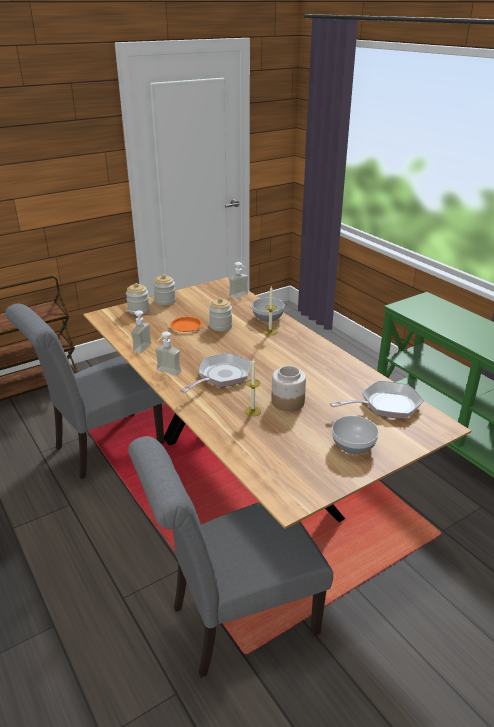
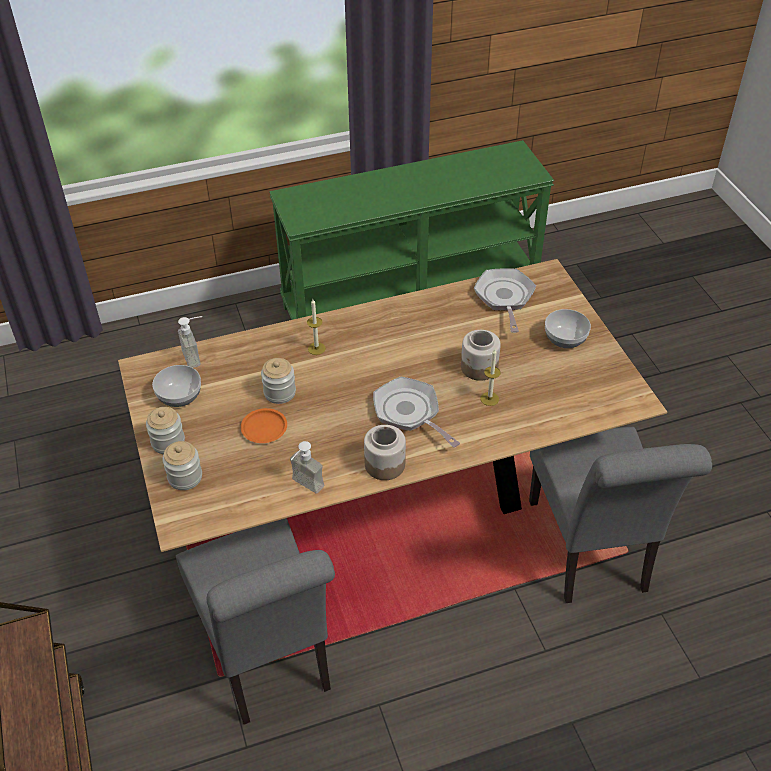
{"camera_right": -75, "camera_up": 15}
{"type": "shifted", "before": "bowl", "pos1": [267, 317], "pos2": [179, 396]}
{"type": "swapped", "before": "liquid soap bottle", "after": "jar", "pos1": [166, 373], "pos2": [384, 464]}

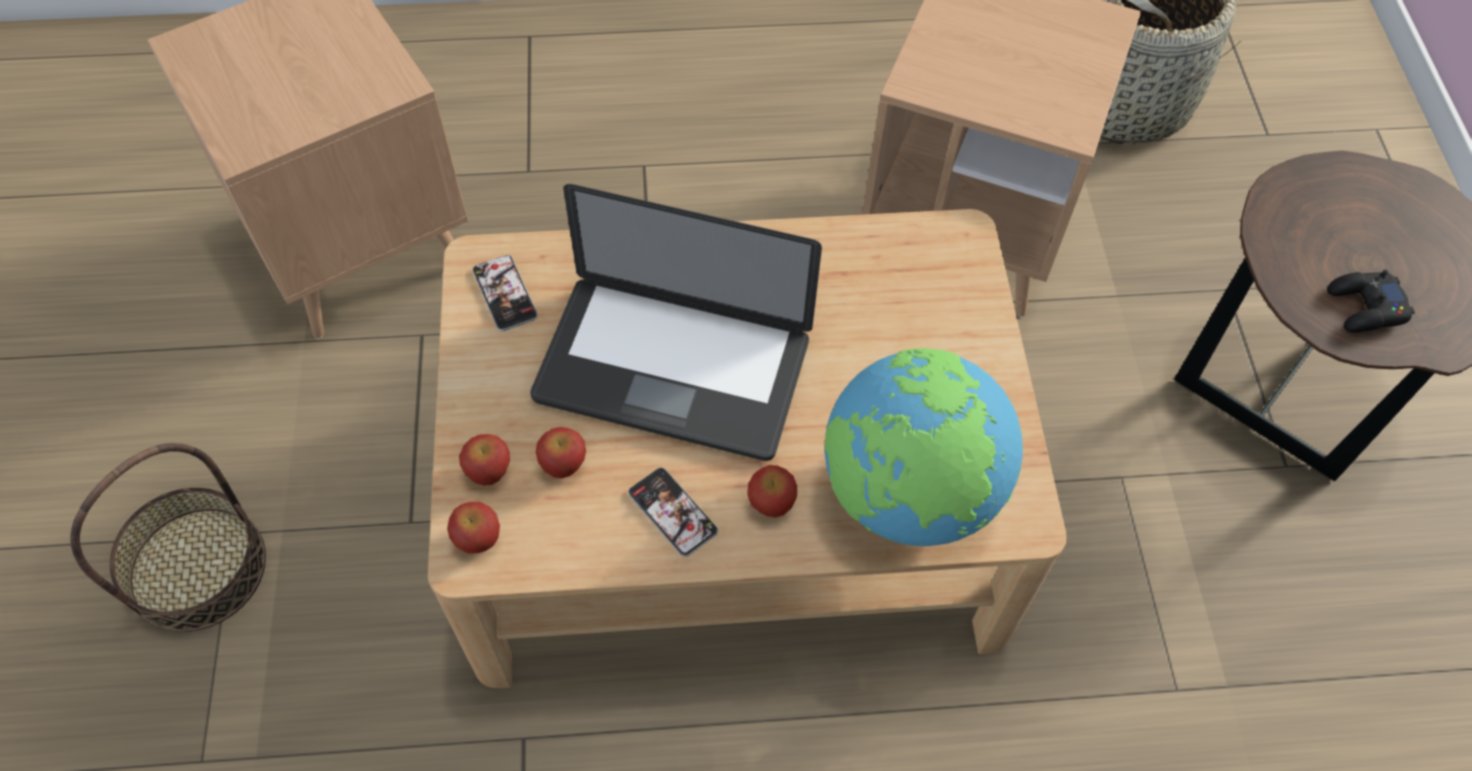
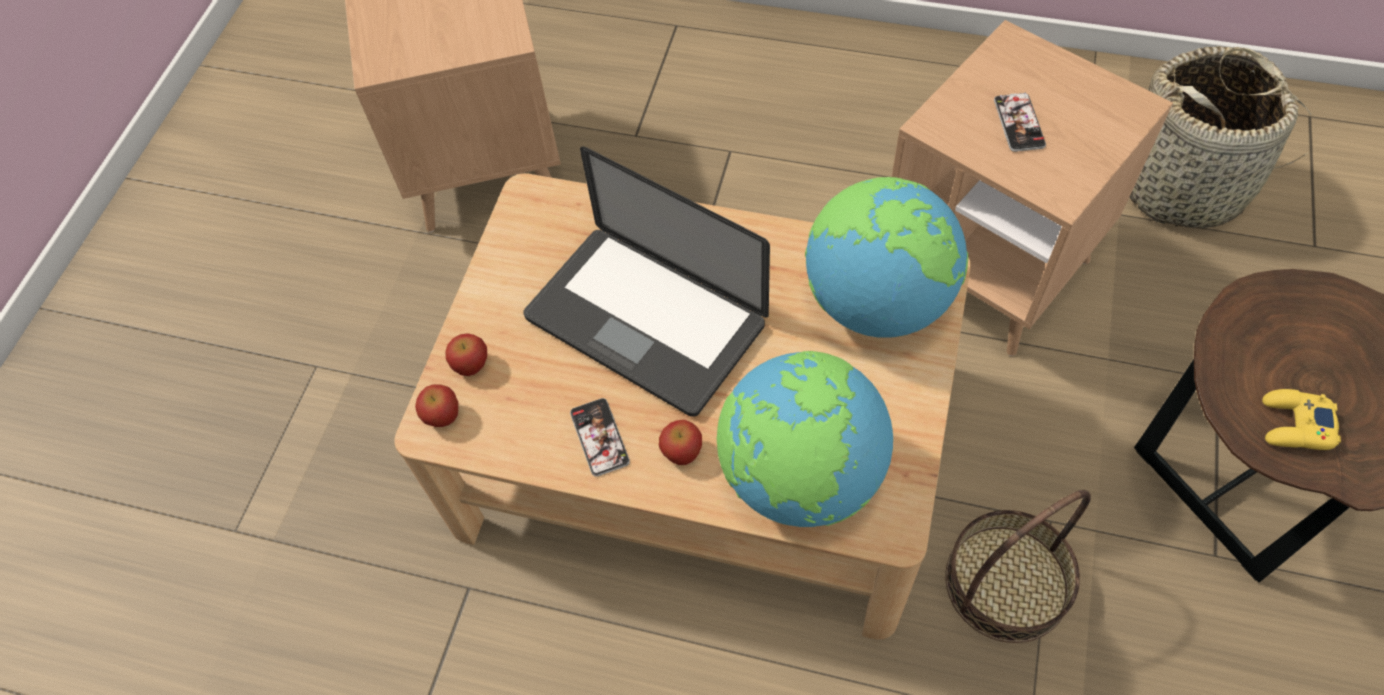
{"camera_right": 25, "camera_up": 0}
{"type": "gone", "before": "apple fruit", "pos1": [563, 464]}
{"type": "new", "after": "desk globe", "pos2": [877, 301]}
{"type": "shifted", "before": "basket", "pos1": [197, 568], "pos2": [1006, 582]}
{"type": "shifted", "before": "telephone", "pos1": [505, 293], "pos2": [1019, 123]}
{"type": "repainted", "before": "black joypad", "after": "yellowish joypad", "pos1": [1365, 308], "pos2": [1295, 425]}

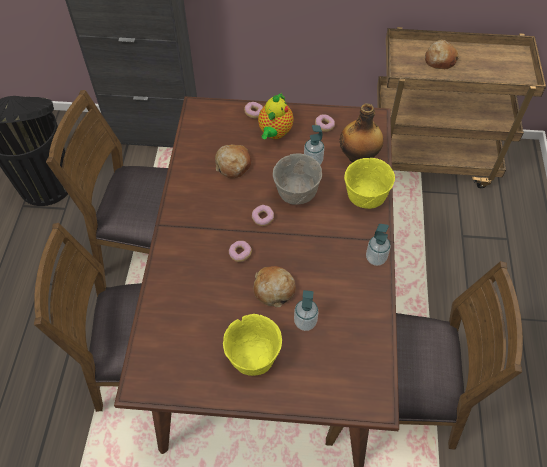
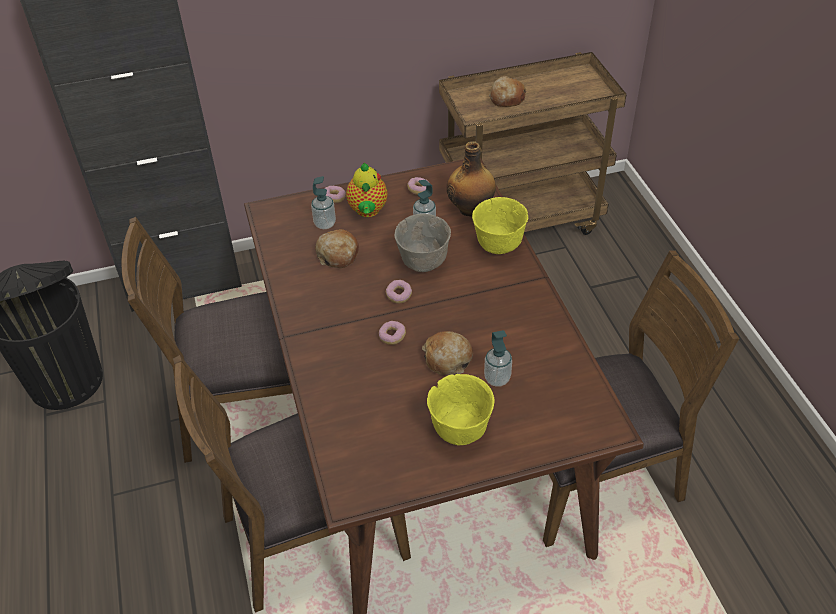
{"camera_right": -20, "camera_up": -10}
{"type": "shifted", "before": "liquid soap bottle", "pos1": [376, 258], "pos2": [325, 224]}

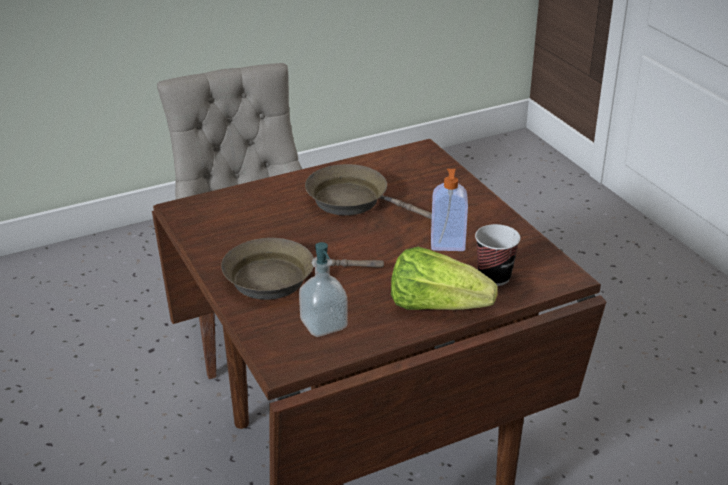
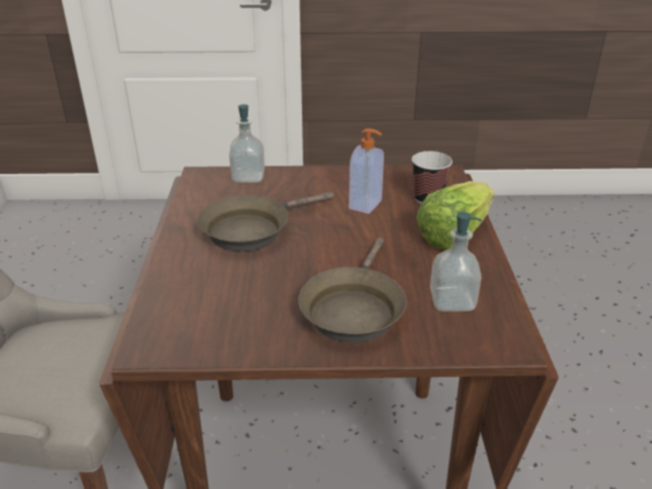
{"camera_right": -65, "camera_up": 0}
{"type": "new", "after": "liquid soap bottle", "pos2": [248, 177]}

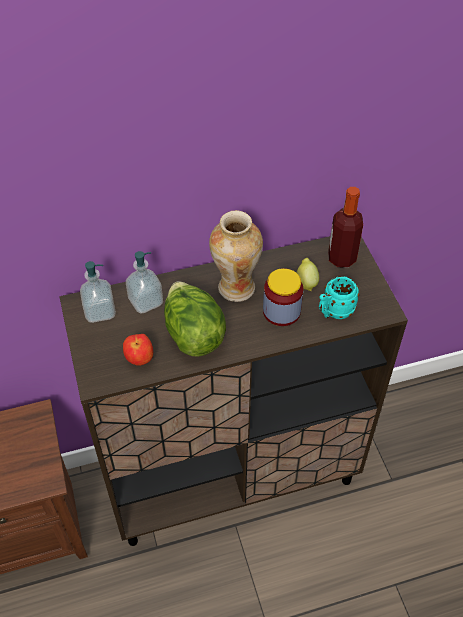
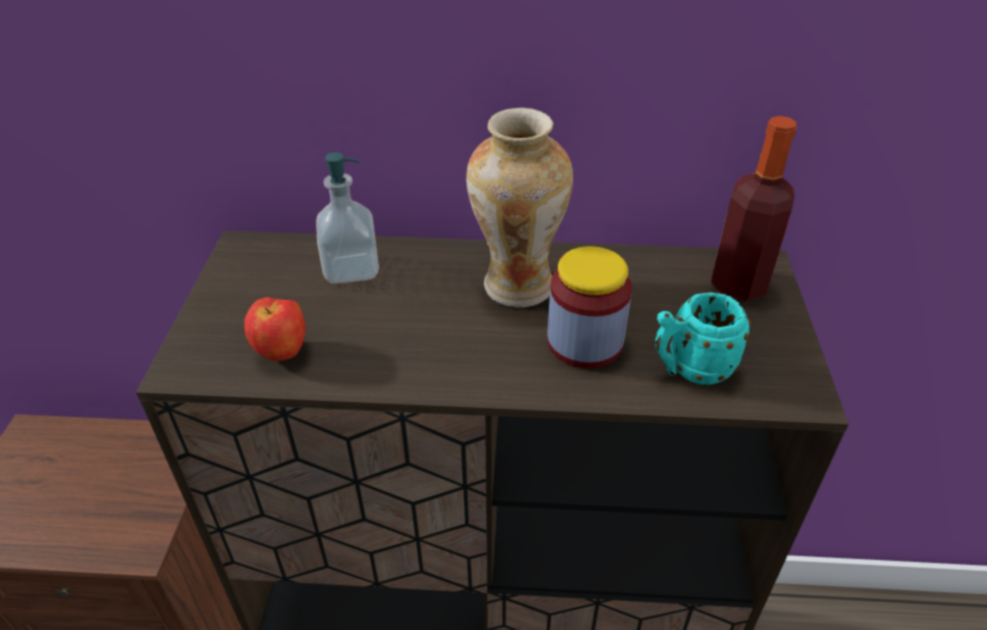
{"camera_right": 20, "camera_up": -10}
{"type": "gone", "before": "liquid soap bottle", "pos1": [100, 311]}
{"type": "gone", "before": "head of lettuce", "pos1": [193, 334]}
{"type": "gone", "before": "lemon", "pos1": [306, 283]}

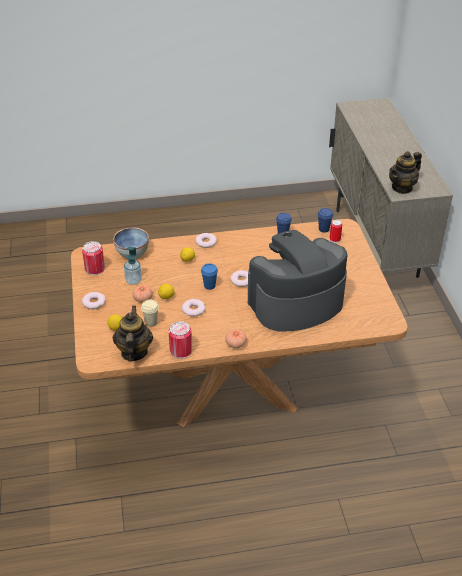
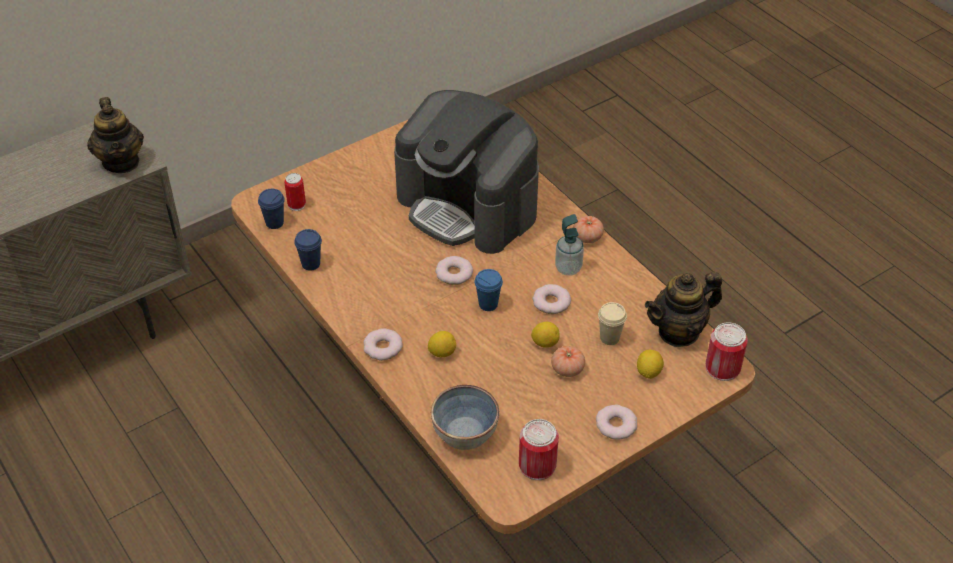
{"camera_right": -115, "camera_up": 5}
{"type": "shifted", "before": "liquid soap bottle", "pos1": [133, 281], "pos2": [568, 268]}
{"type": "shifted", "before": "sealed can", "pos1": [181, 351], "pos2": [722, 367]}
{"type": "rotated", "before": "pot for tea", "pos1": [402, 188], "pos2": [121, 162], "turn": 45}

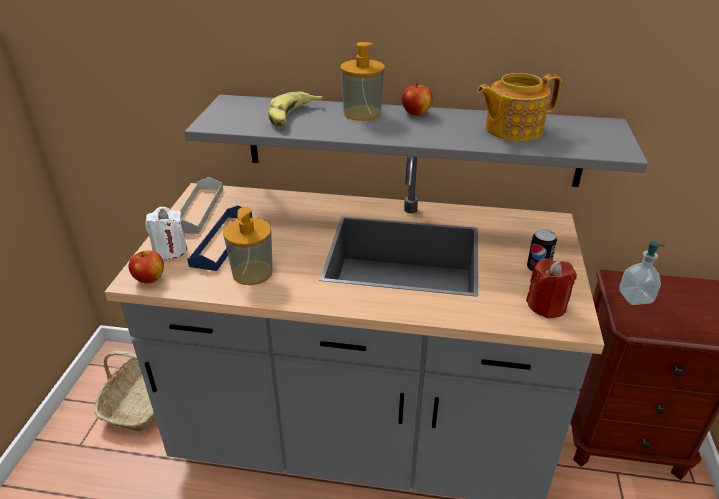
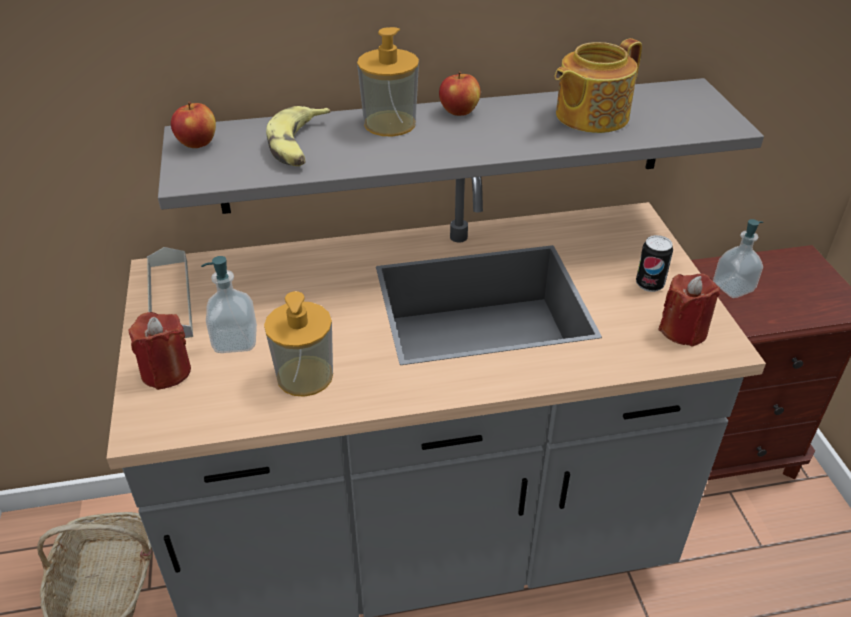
{"camera_right": -20, "camera_up": 5}
{"type": "shifted", "before": "apple fruit", "pos1": [150, 279], "pos2": [197, 143]}
{"type": "swapped", "before": "blue tray", "after": "liquid soap bottle", "pos1": [222, 242], "pos2": [235, 341]}
{"type": "repainted", "before": "whitish wax candle", "after": "red wax candle", "pos1": [170, 250], "pos2": [166, 371]}

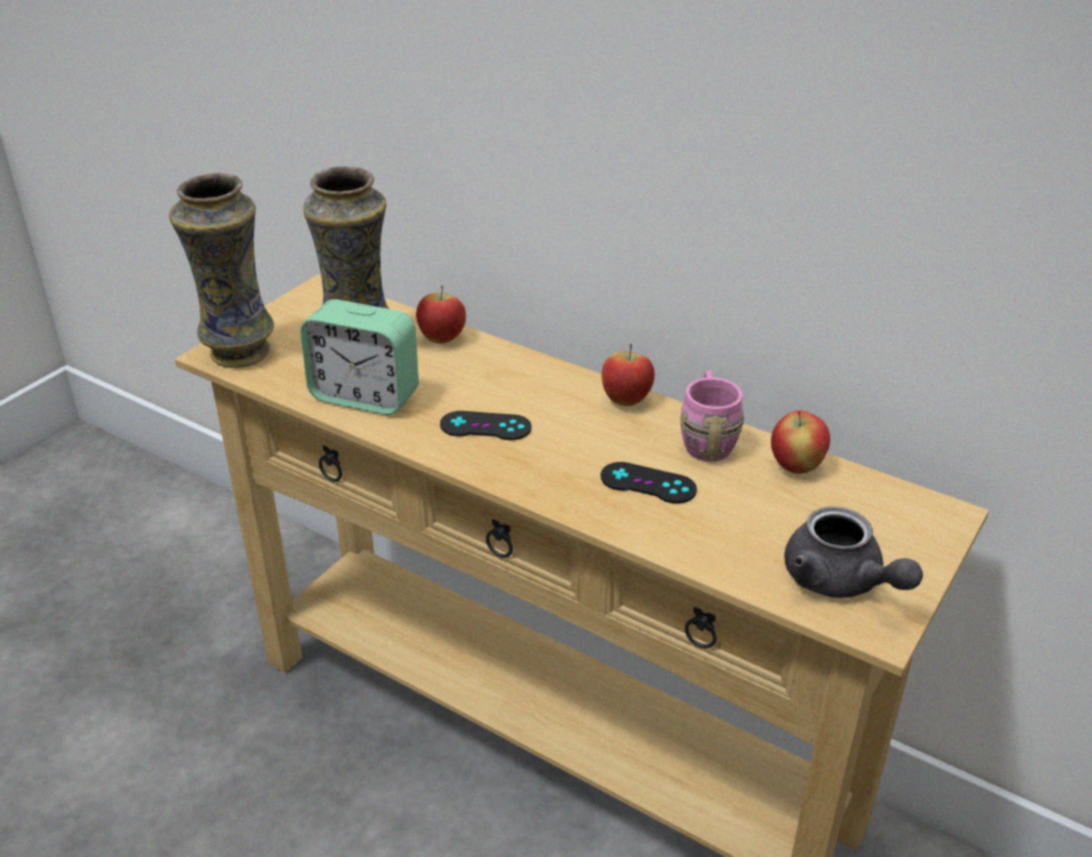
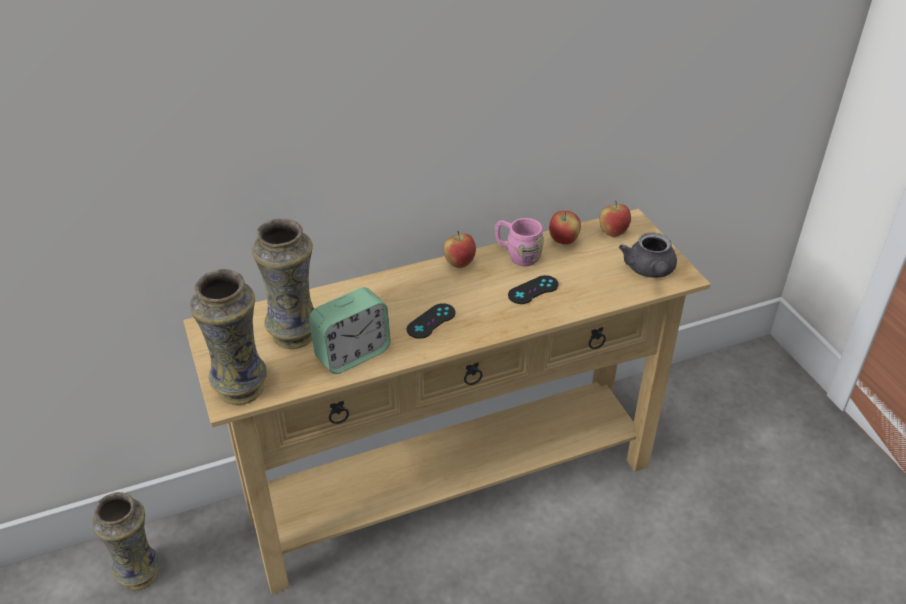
{"camera_right": -55, "camera_up": 5}
{"type": "new", "after": "flower vase", "pos2": [140, 575]}
{"type": "shifted", "before": "apple fruit", "pos1": [442, 339], "pos2": [613, 233]}
{"type": "rotated", "before": "grey pot for tea", "pos1": [840, 582], "pos2": [650, 271], "turn": 90}

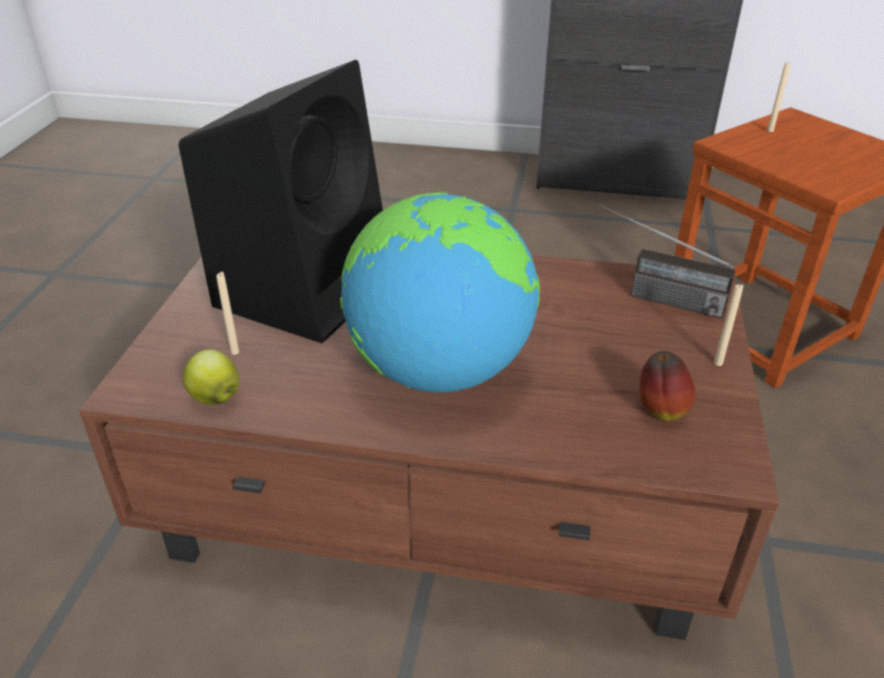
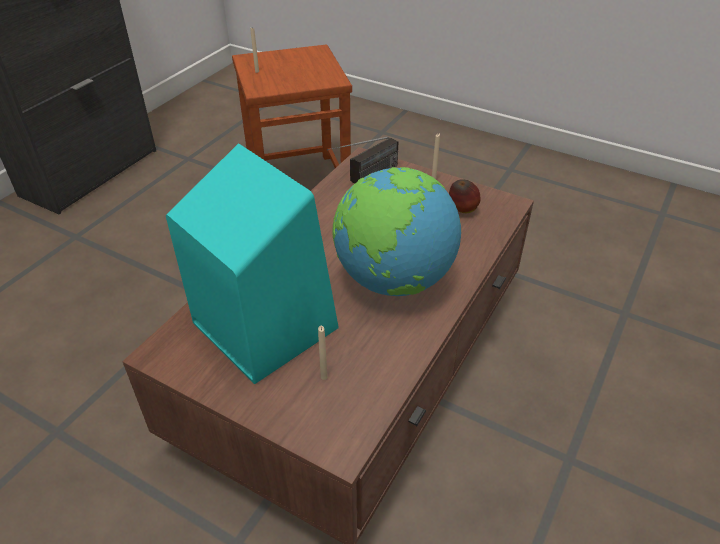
{"camera_right": -70, "camera_up": 5}
{"type": "gone", "before": "apple fruit", "pos1": [215, 397]}
{"type": "repainted", "before": "black audio speaker", "after": "blue-green audio speaker", "pos1": [306, 288], "pos2": [262, 324]}

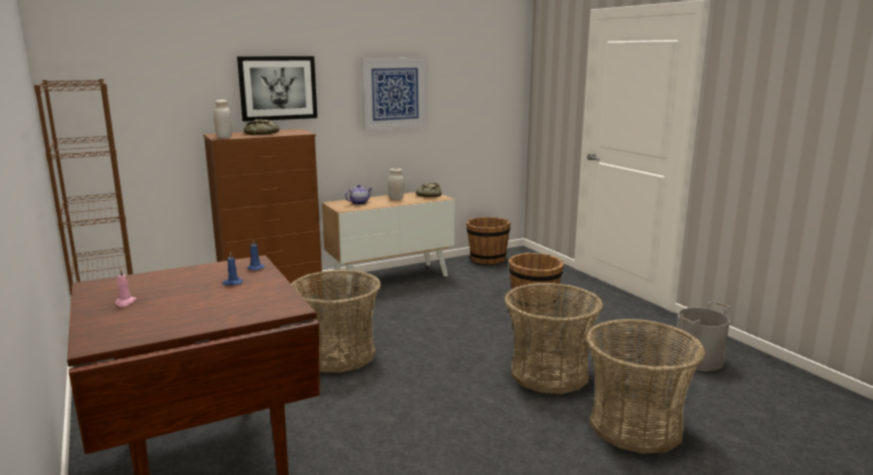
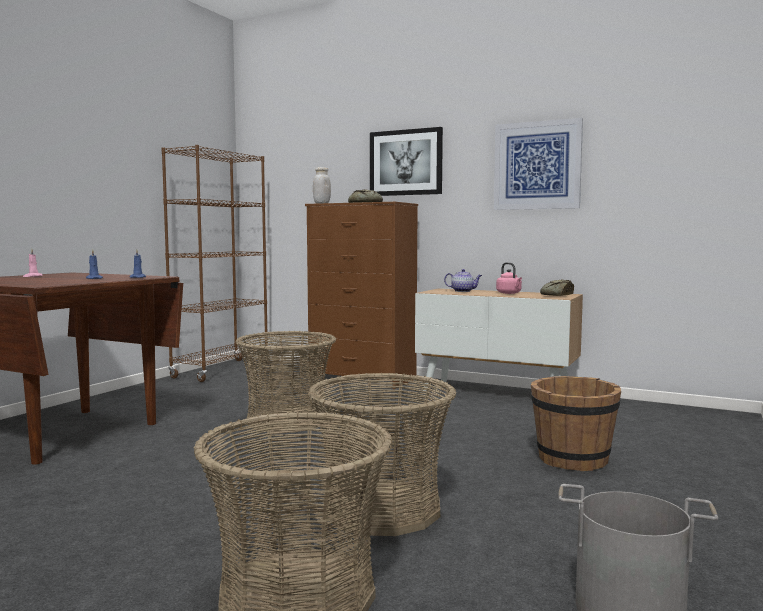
{"camera_right": 55, "camera_up": -10}
{"type": "gone", "before": "brown bucket", "pos1": [487, 259]}
{"type": "swapped", "before": "whitish jar", "after": "pinkish water kettle", "pos1": [396, 199], "pos2": [509, 293]}

